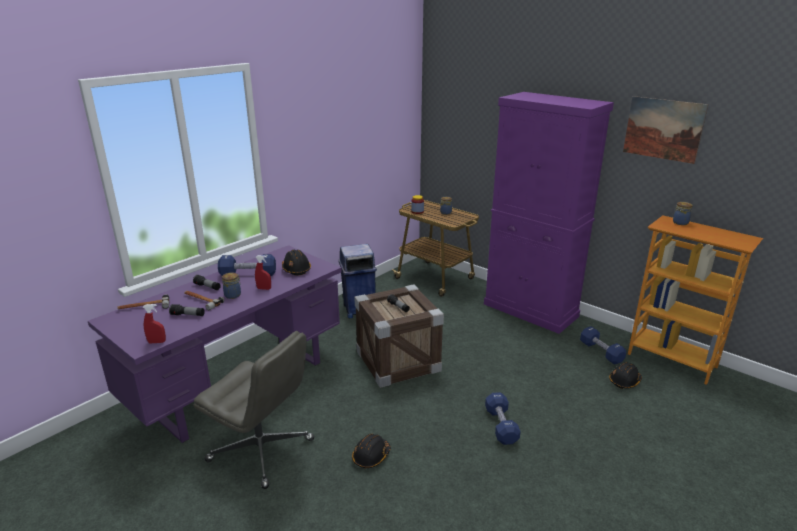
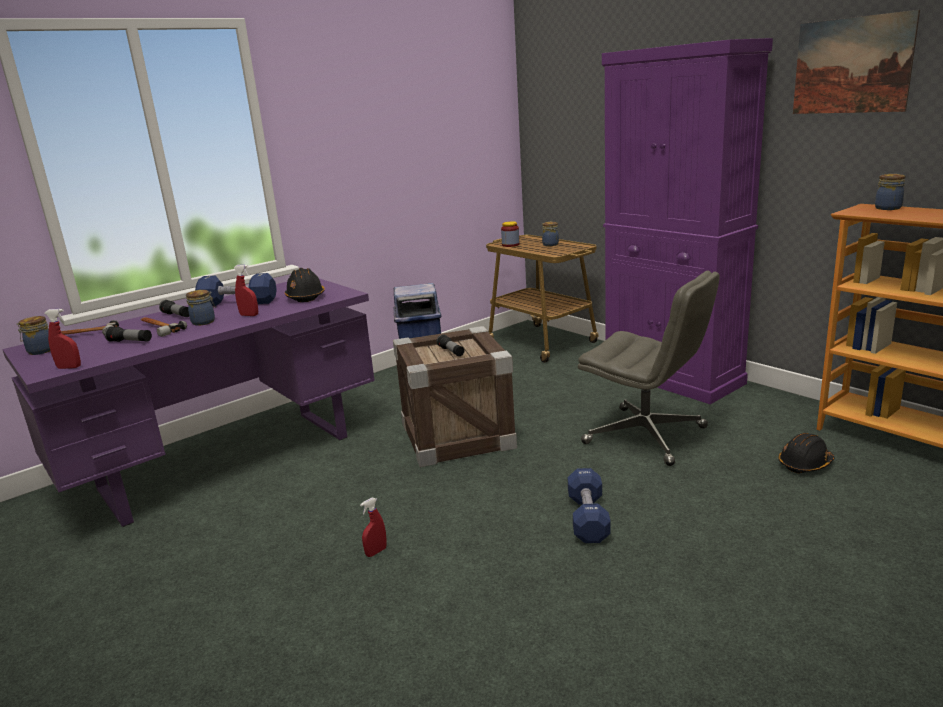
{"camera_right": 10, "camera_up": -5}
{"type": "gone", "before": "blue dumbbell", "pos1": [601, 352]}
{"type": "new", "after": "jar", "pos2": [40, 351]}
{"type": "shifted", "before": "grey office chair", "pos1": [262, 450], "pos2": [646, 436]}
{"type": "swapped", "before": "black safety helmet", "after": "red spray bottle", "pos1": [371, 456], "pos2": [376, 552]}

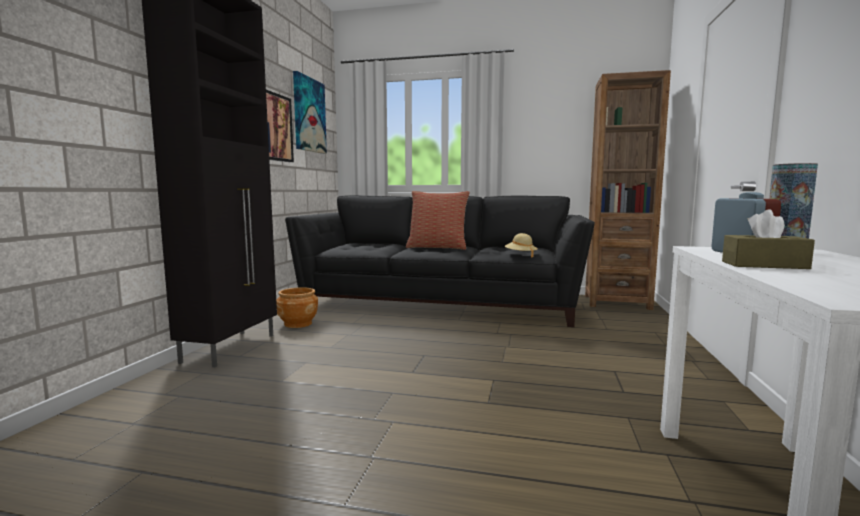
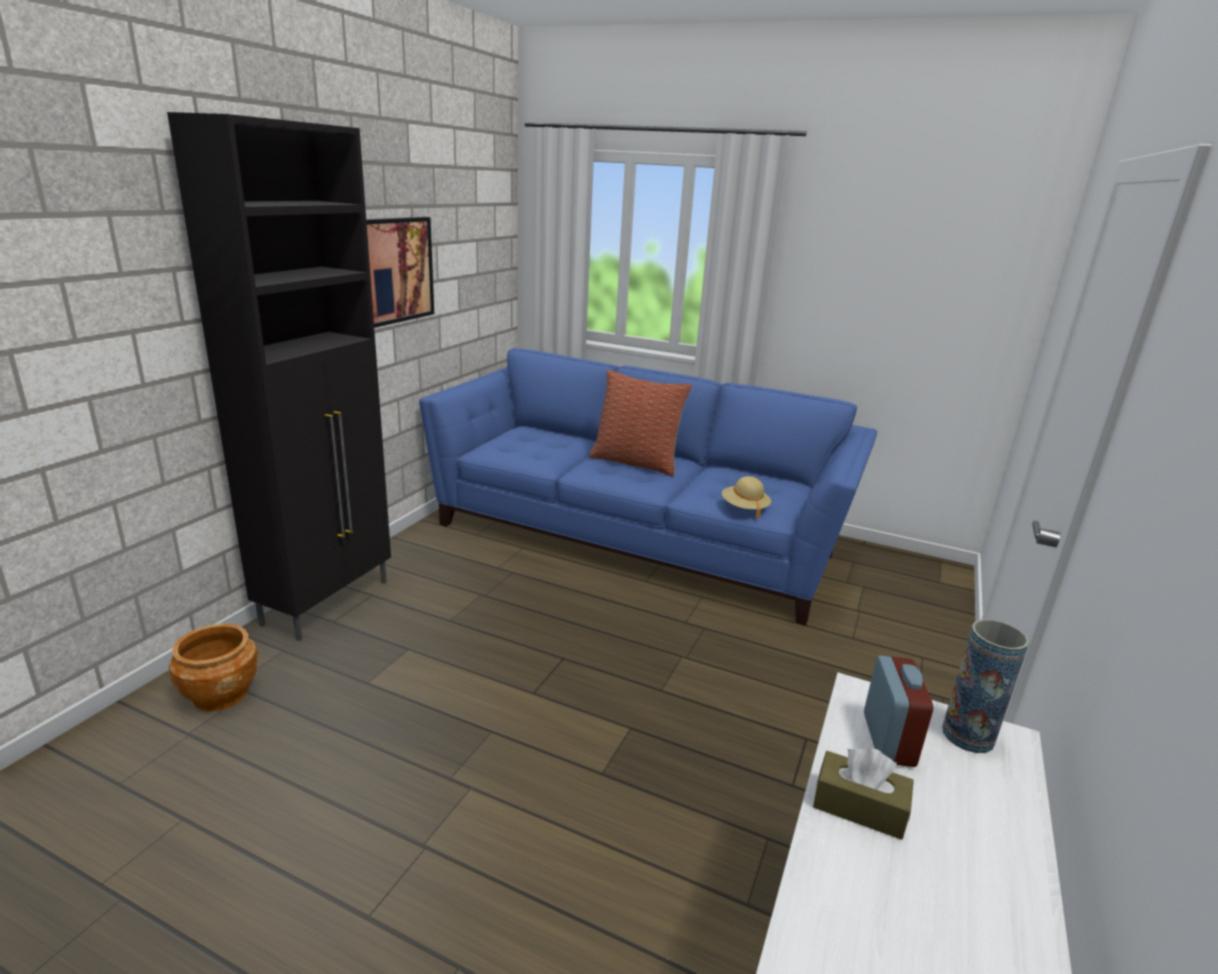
{"camera_right": 10, "camera_up": 15}
{"type": "gone", "before": "picture", "pos1": [309, 115]}
{"type": "gone", "before": "brown bookcase", "pos1": [617, 302]}
{"type": "shifted", "before": "brown flower pot", "pos1": [298, 324], "pos2": [220, 695]}
{"type": "repainted", "before": "black settee", "after": "blue settee", "pos1": [441, 303], "pos2": [638, 536]}

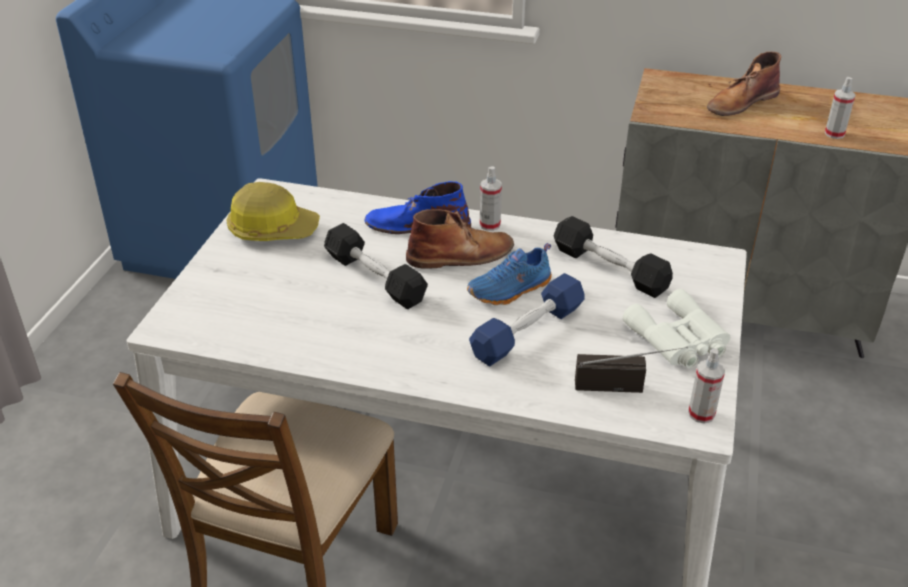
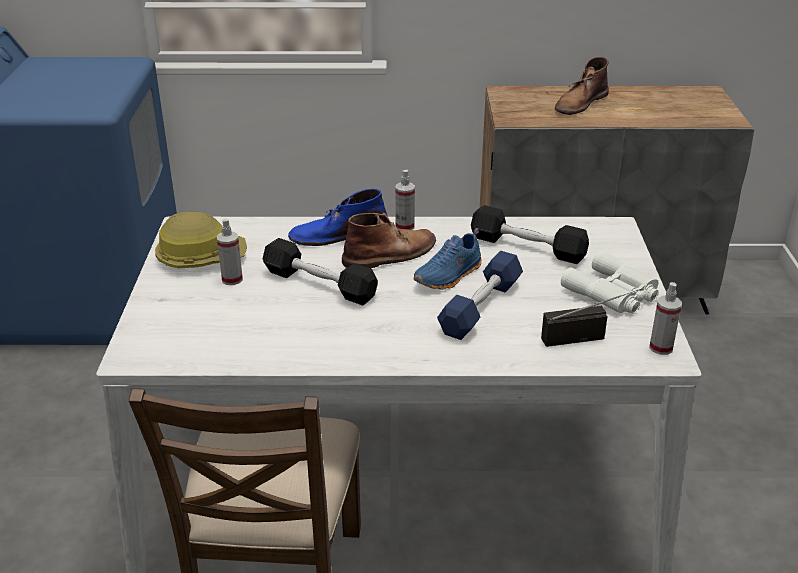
{"camera_right": -15, "camera_up": -5}
{"type": "shifted", "before": "spray bottle", "pos1": [834, 134], "pos2": [232, 279]}

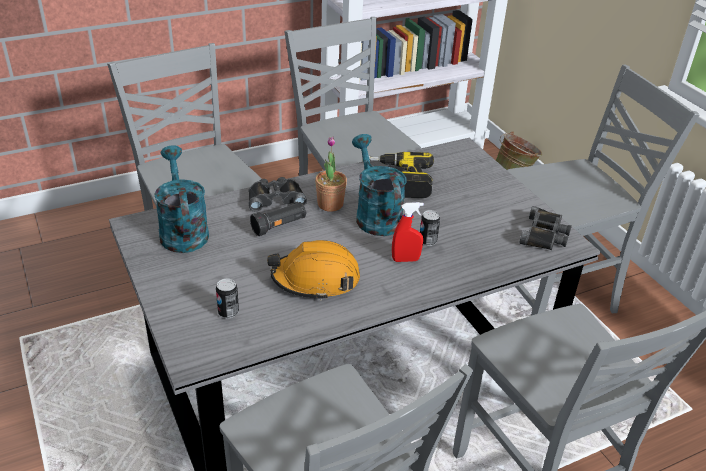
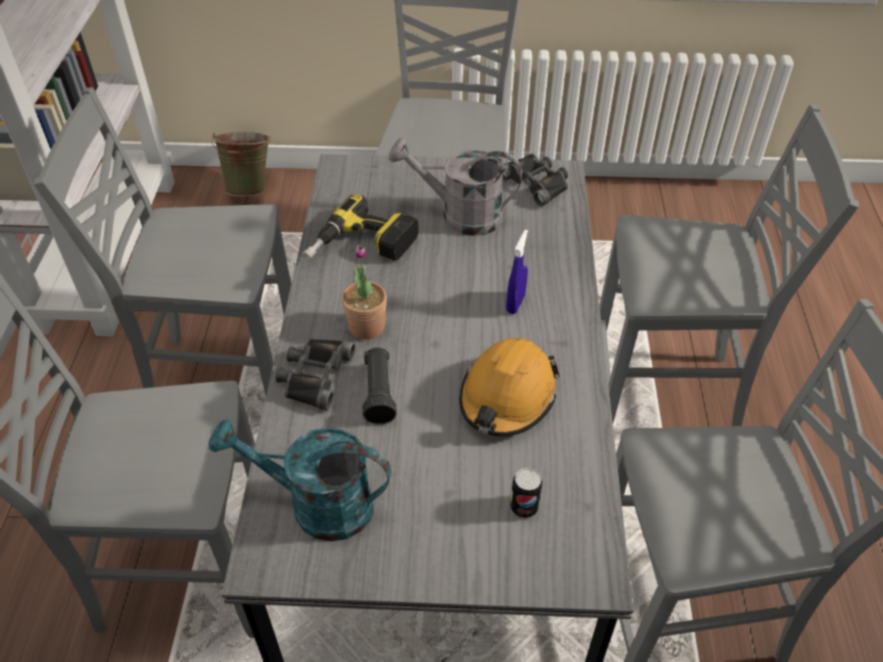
{"camera_right": -60, "camera_up": 10}
{"type": "gone", "before": "blue-green sprinkling can", "pos1": [375, 215]}
{"type": "gone", "before": "sealed can", "pos1": [427, 241]}
{"type": "new", "after": "grey sprinkling can", "pos2": [460, 215]}
{"type": "repainted", "before": "red spray bottle", "after": "blue spray bottle", "pos1": [405, 259], "pos2": [515, 304]}

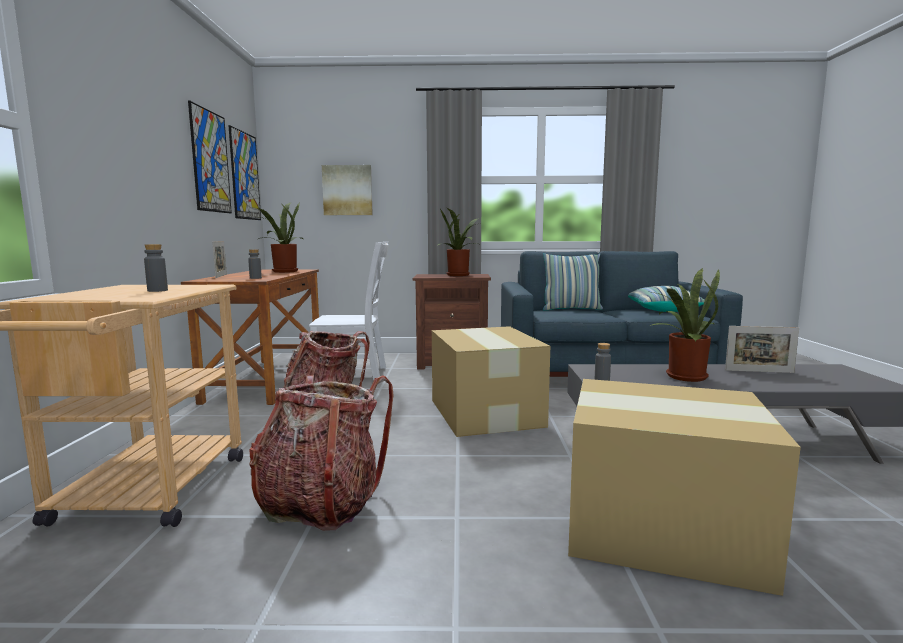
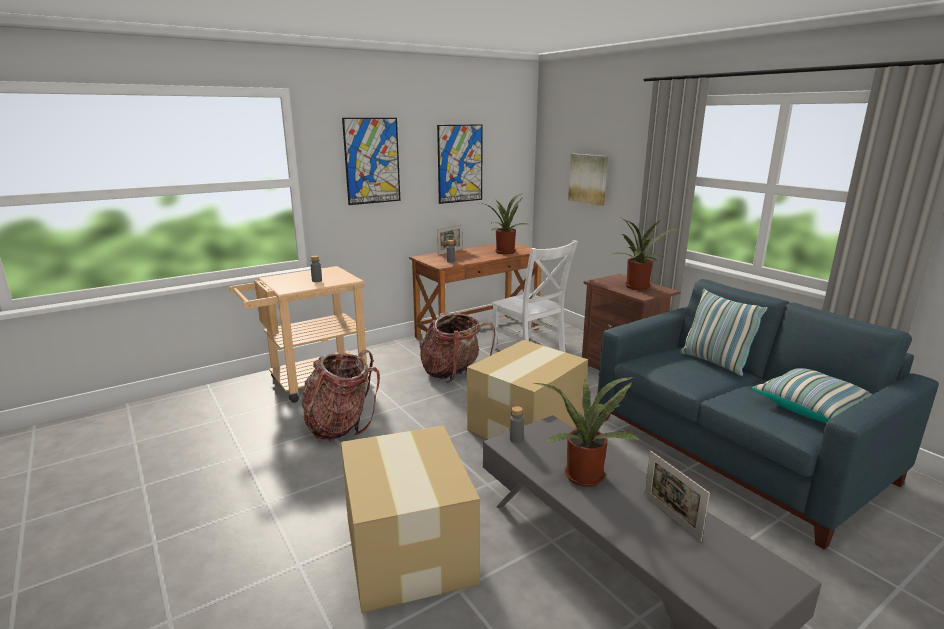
{"camera_right": 55, "camera_up": 10}
{"type": "shifted", "before": "picture", "pos1": [245, 176], "pos2": [372, 161]}

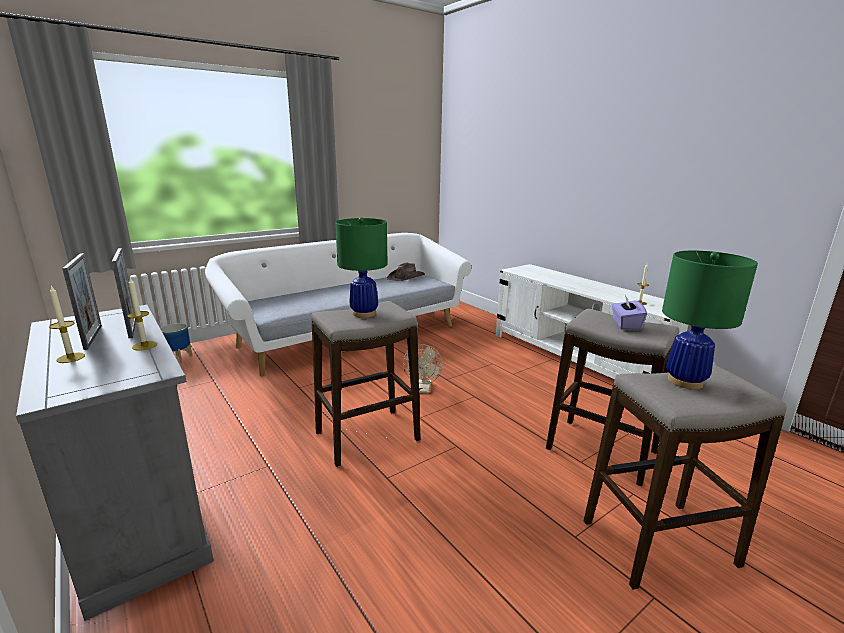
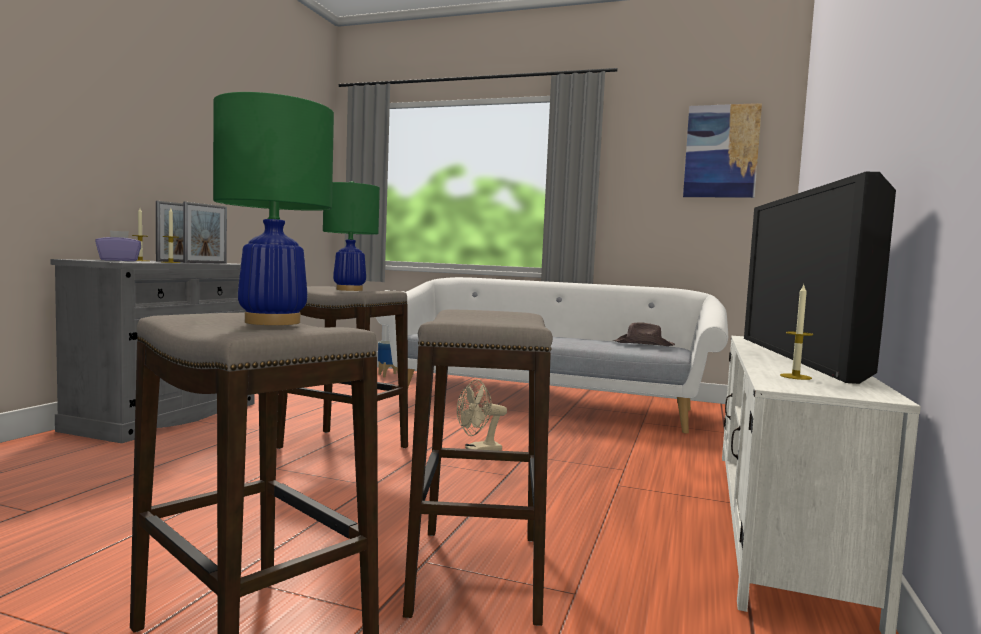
{"camera_right": 55, "camera_up": -15}
{"type": "new", "after": "picture", "pos2": [721, 151]}
{"type": "new", "after": "television", "pos2": [802, 357]}
{"type": "shifted", "before": "purple-coloured tissue holder", "pos1": [625, 325], "pos2": [119, 260]}

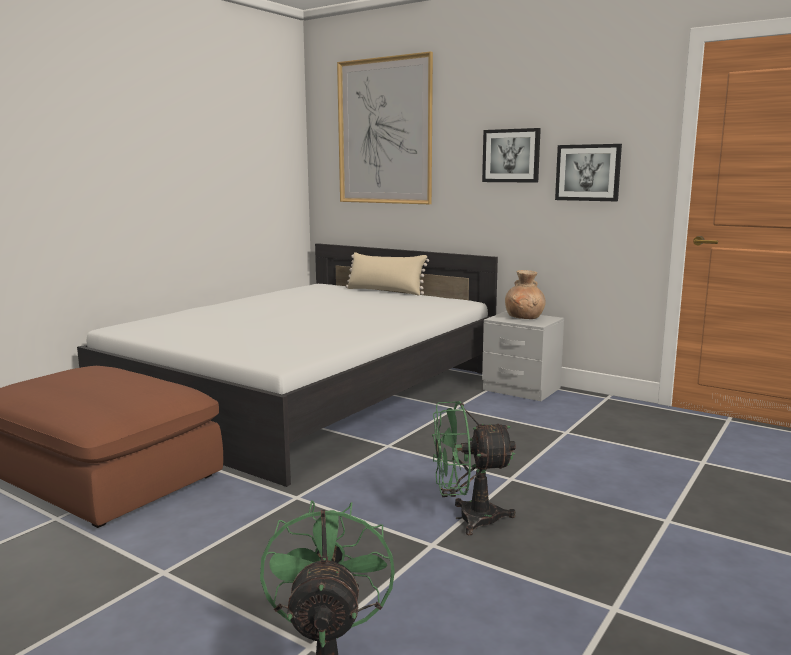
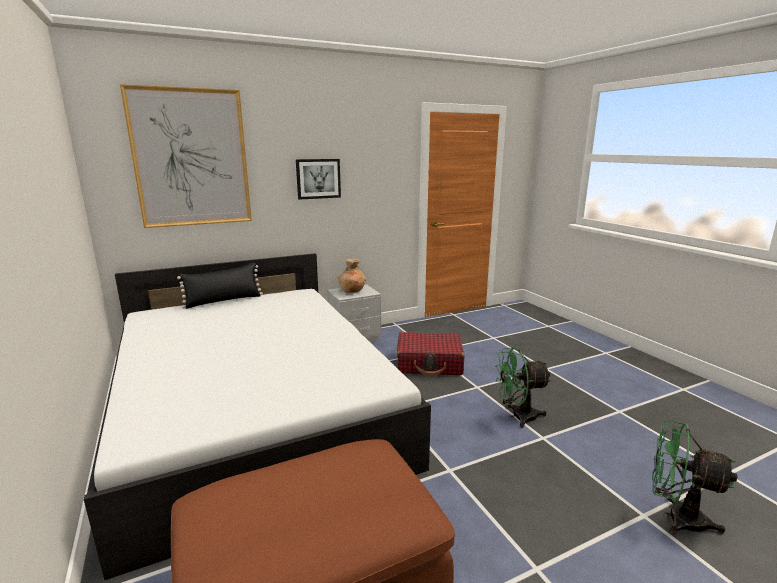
{"camera_right": -60, "camera_up": 5}
{"type": "gone", "before": "picture", "pos1": [588, 172]}
{"type": "new", "after": "red suitcase", "pos2": [429, 363]}
{"type": "repainted", "before": "sand-coloured pillow", "after": "black pillow", "pos1": [385, 291], "pos2": [224, 301]}
{"type": "rotated", "before": "greenish electric fan", "pos1": [468, 518], "pos2": [517, 416], "turn": 60}

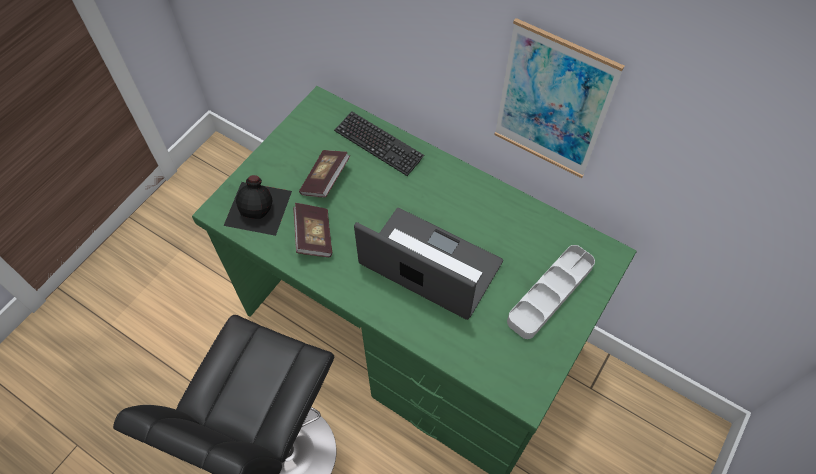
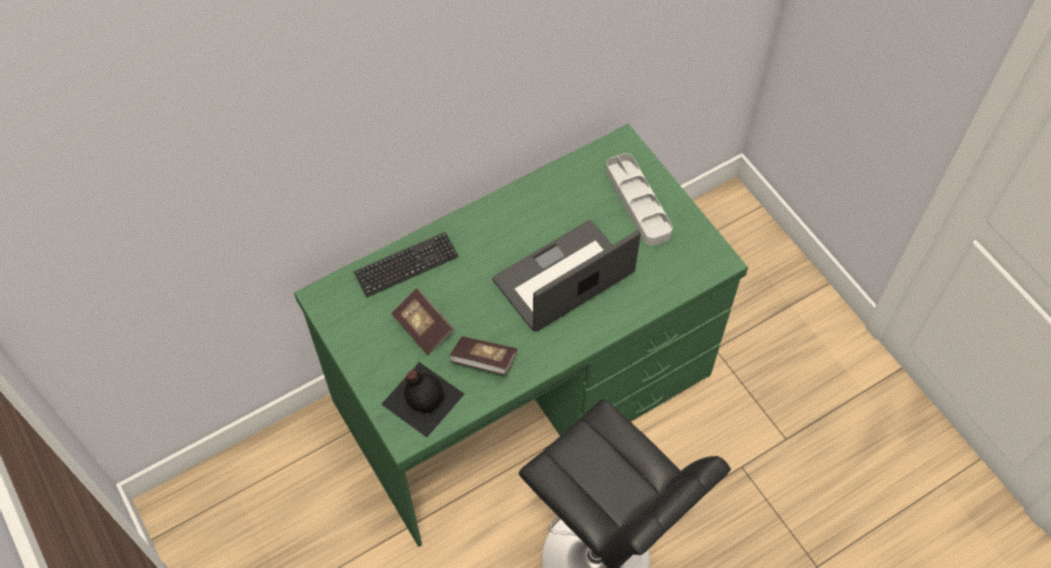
{"camera_right": -65, "camera_up": 0}
{"type": "gone", "before": "picture", "pos1": [552, 103]}

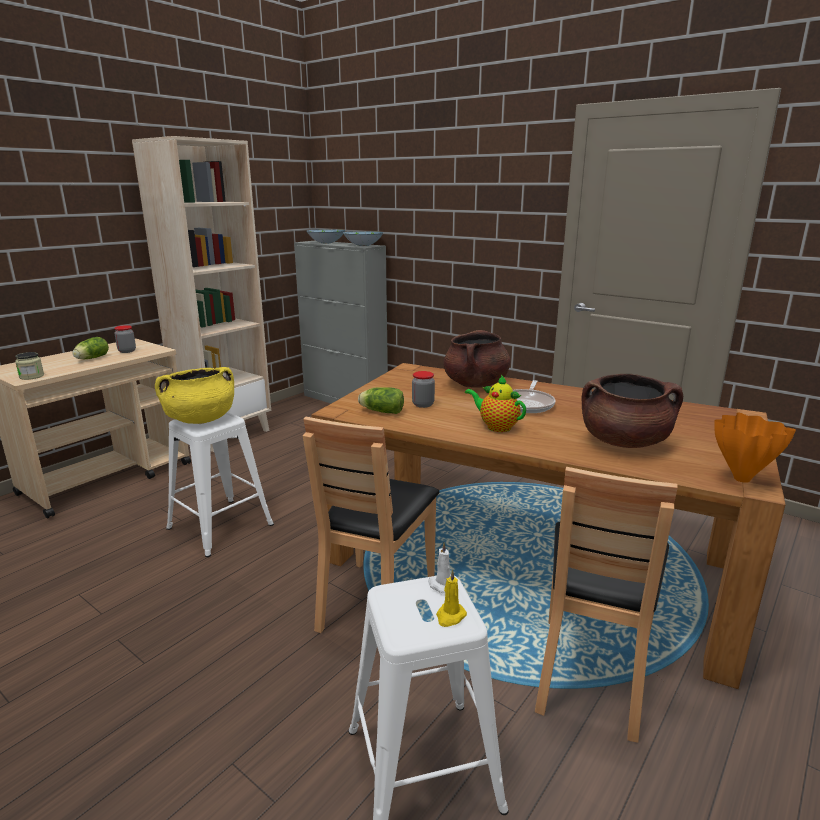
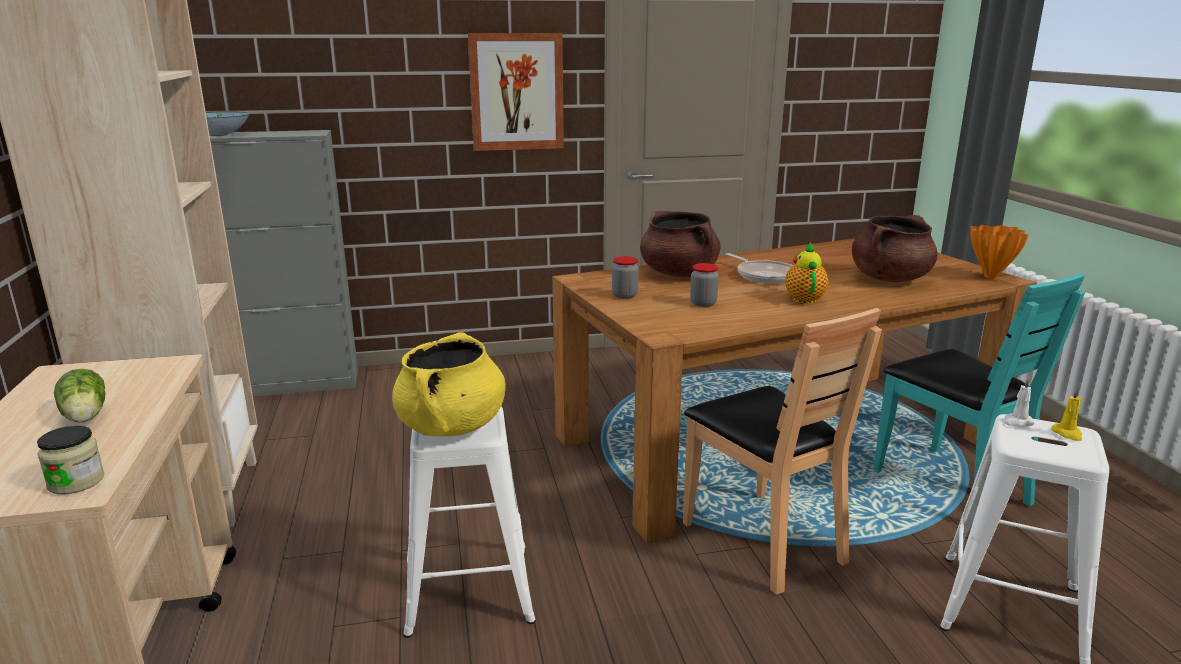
{"camera_right": -50, "camera_up": 0}
{"type": "gone", "before": "bowl", "pos1": [363, 245]}
{"type": "gone", "before": "head of lettuce", "pos1": [380, 411]}
{"type": "new", "after": "picture", "pos2": [516, 92]}
{"type": "shifted", "before": "jar", "pos1": [127, 351], "pos2": [624, 295]}
{"type": "repainted", "before": "brown upright chair", "after": "blue-green upright chair", "pos1": [591, 674], "pos2": [950, 485]}
{"type": "rotated", "before": "pot for tea", "pos1": [496, 427], "pos2": [803, 299], "turn": 105}

